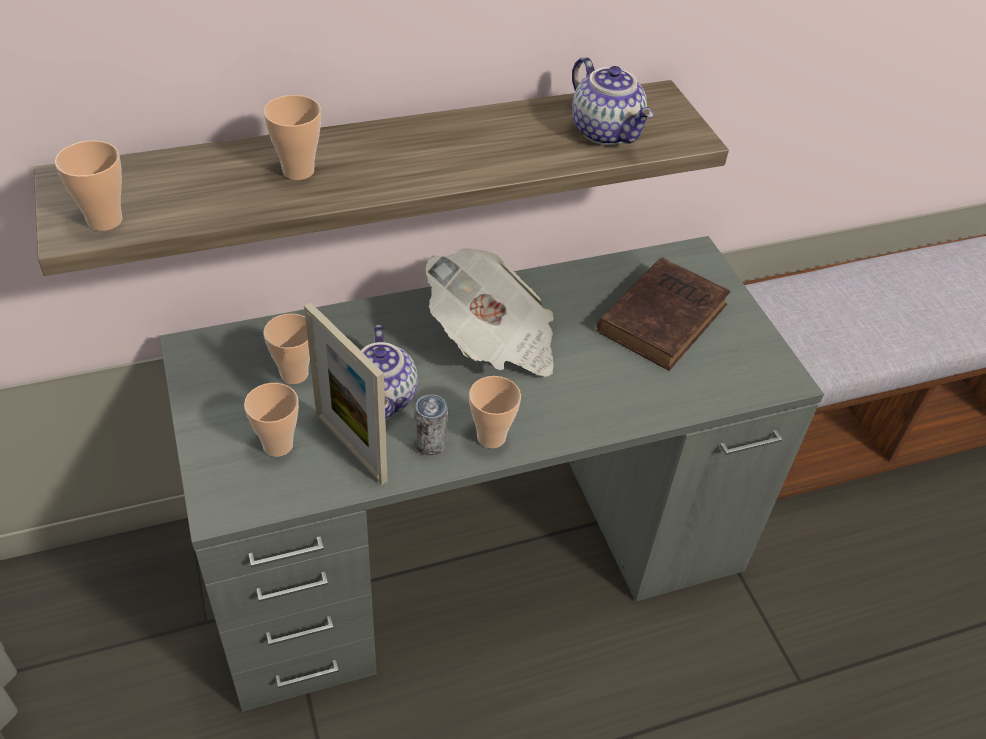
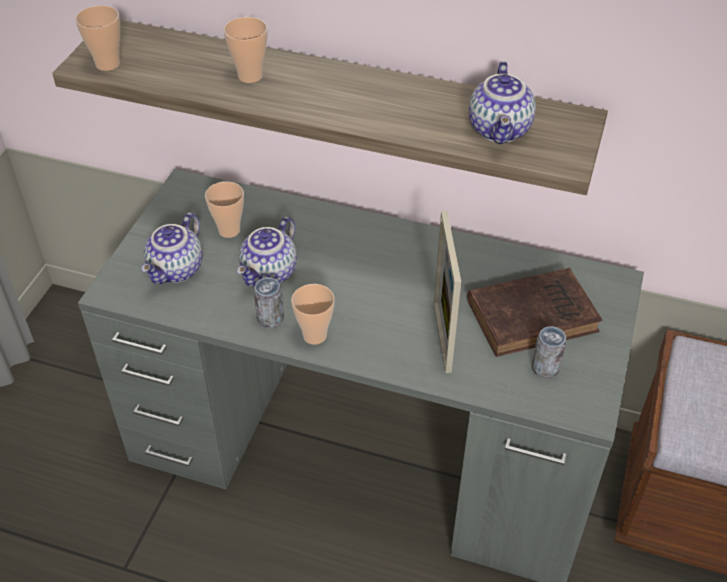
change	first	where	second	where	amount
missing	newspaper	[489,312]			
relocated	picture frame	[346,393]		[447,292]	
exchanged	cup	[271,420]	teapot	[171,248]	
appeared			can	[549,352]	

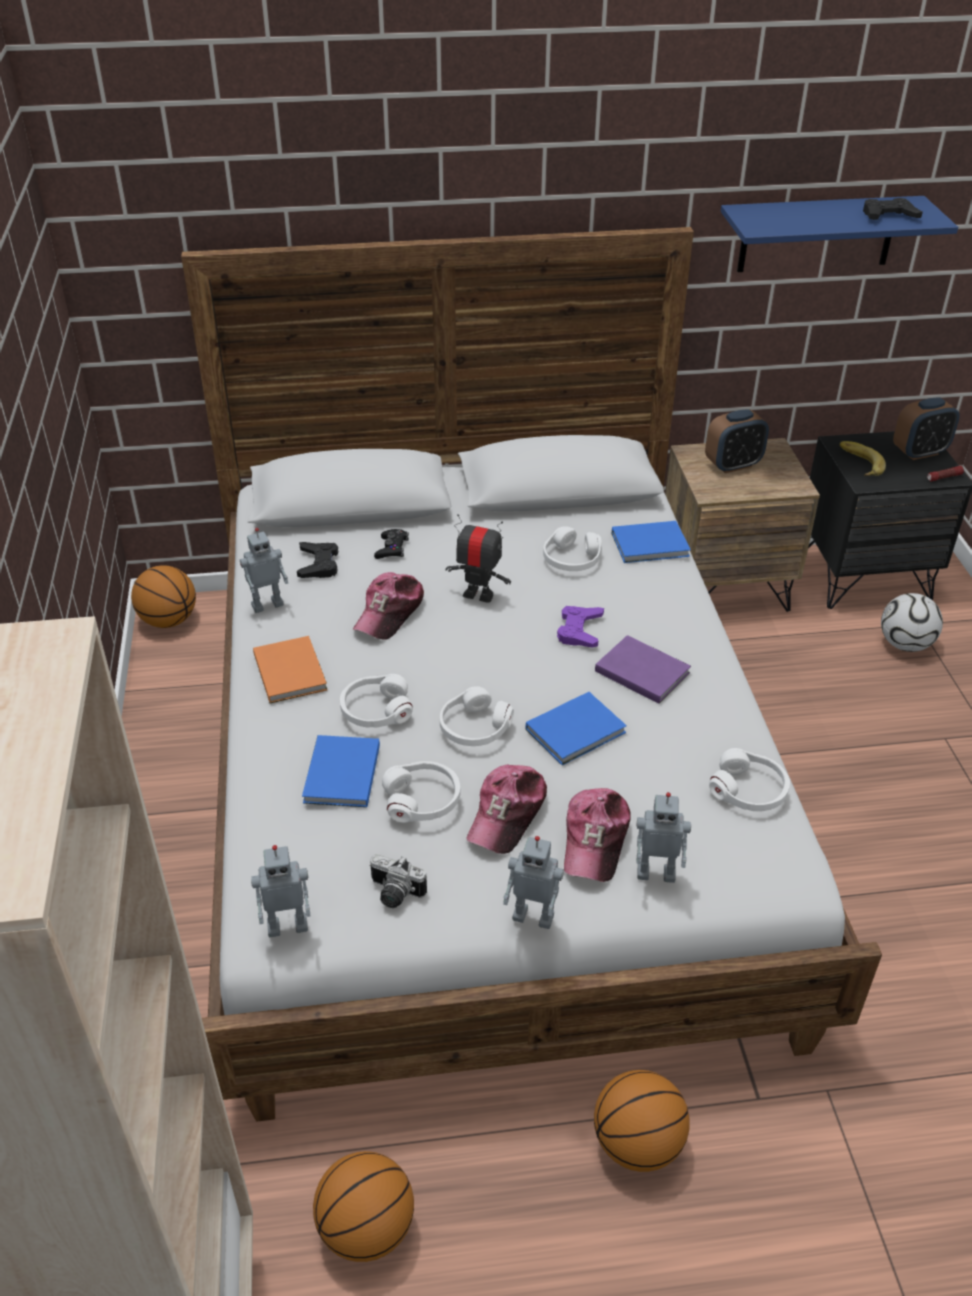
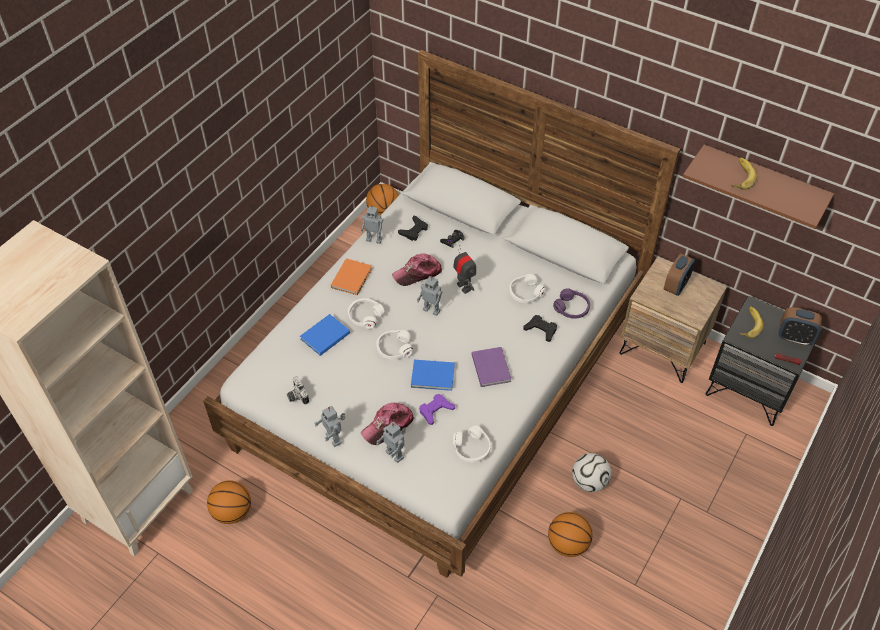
change	first	where	second	where	amount
colour	shelf (blue)	[839,234]	shelf (brown)	[758,187]	
relocated	game controller (black)	[893,209]		[540,328]	
spun	alarm clock	[737,441]		[679,274]	75 degrees counterclockwise
exchanged	book (blue)	[651,542]	headphones (purple)	[571,303]	
relocated	football	[912,622]		[591,472]	
relocated	game controller (purple)	[580,627]		[437,409]	
missing	headphones (white)	[421,792]			
missing	cap	[506,809]			
relocated	toy robot	[280,891]		[429,296]	
relocated	basketball	[642,1121]		[570,534]	
appeared			banana	[744,174]	

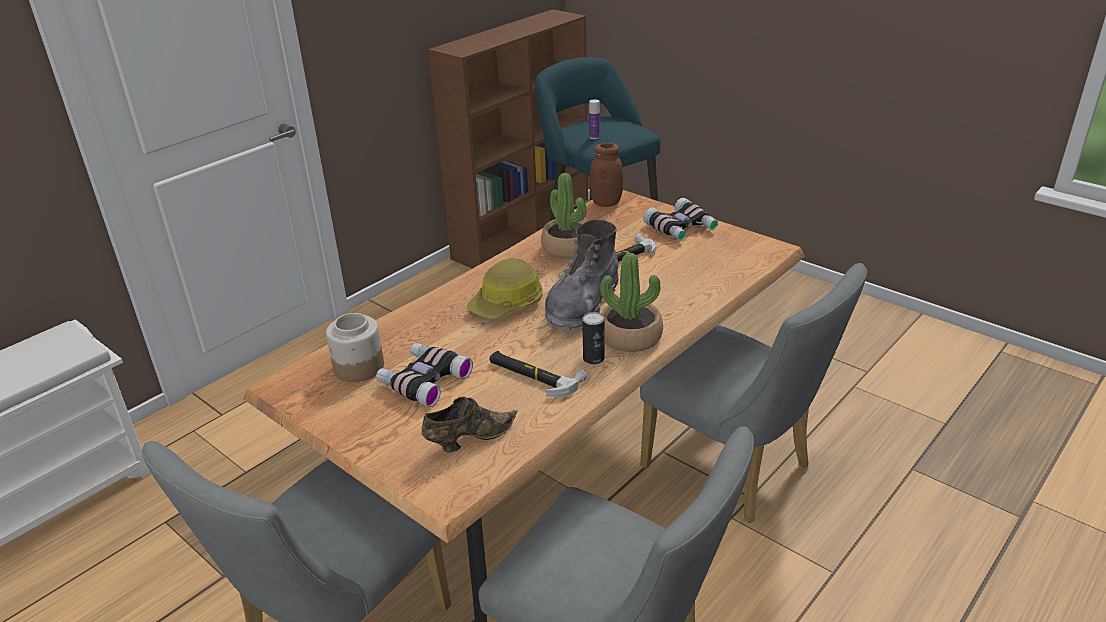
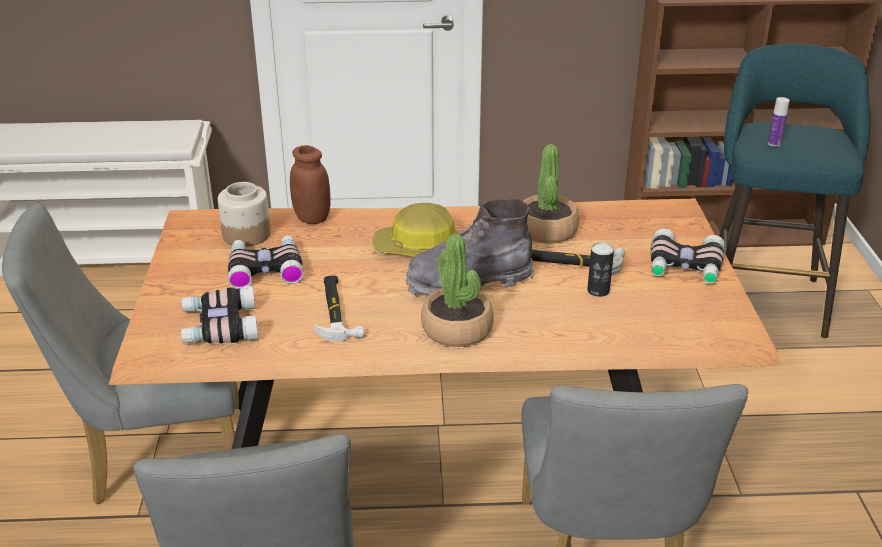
change	first	where	second	where	amount
relocated	jar (brown)	[606,175]		[310,184]	
relocated	can	[593,338]		[600,269]	
exchanged	shoe (brown)	[469,424]	binoculars	[219,314]	

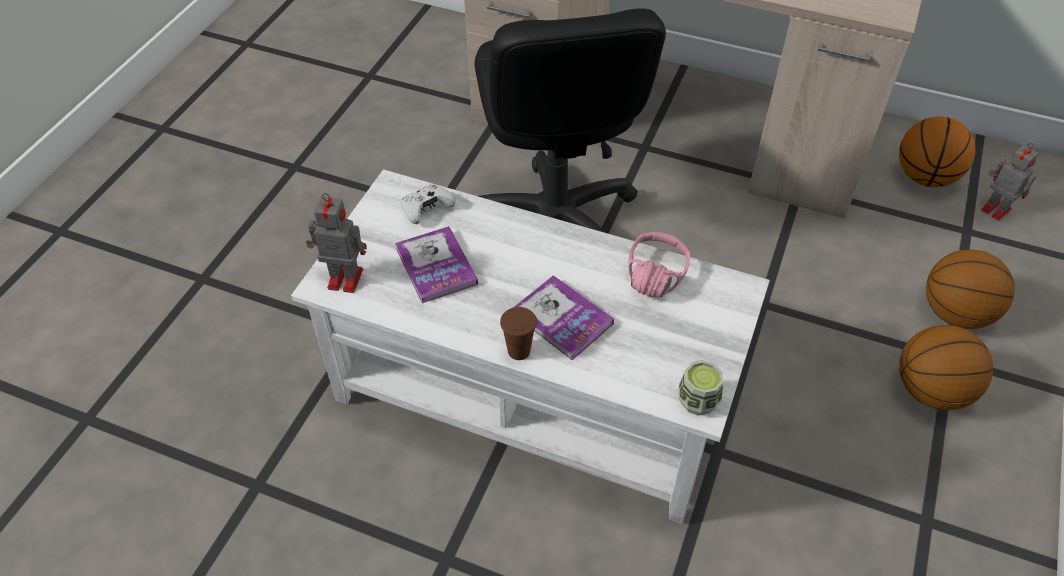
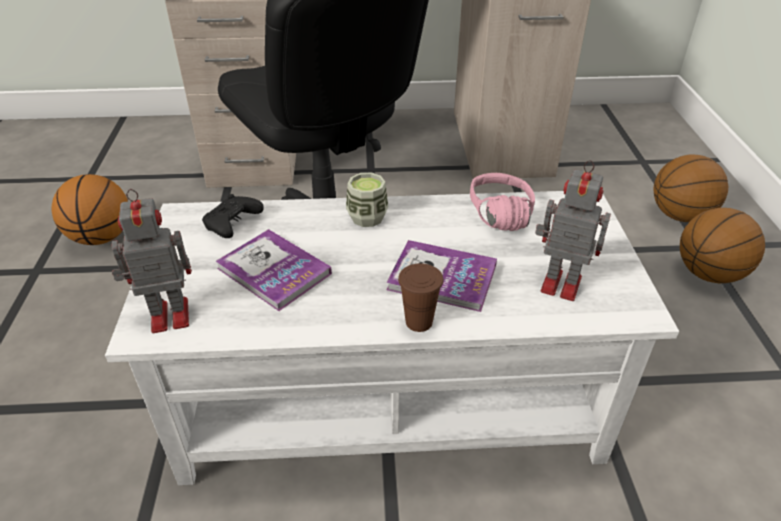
change	first	where	second	where	amount
relocated	basketball	[937,151]		[89,209]	
relocated	toy robot	[1009,182]		[573,230]	
colour	game controller (white)	[429,203]	game controller (black)	[233,216]	
relocated	cup	[700,387]		[367,199]	

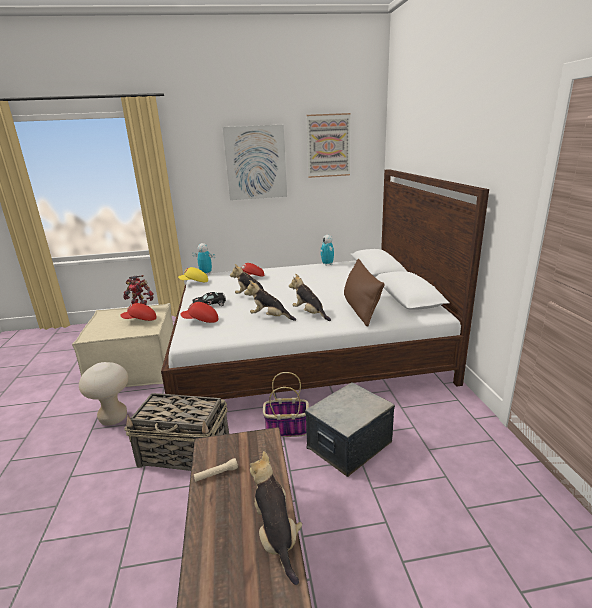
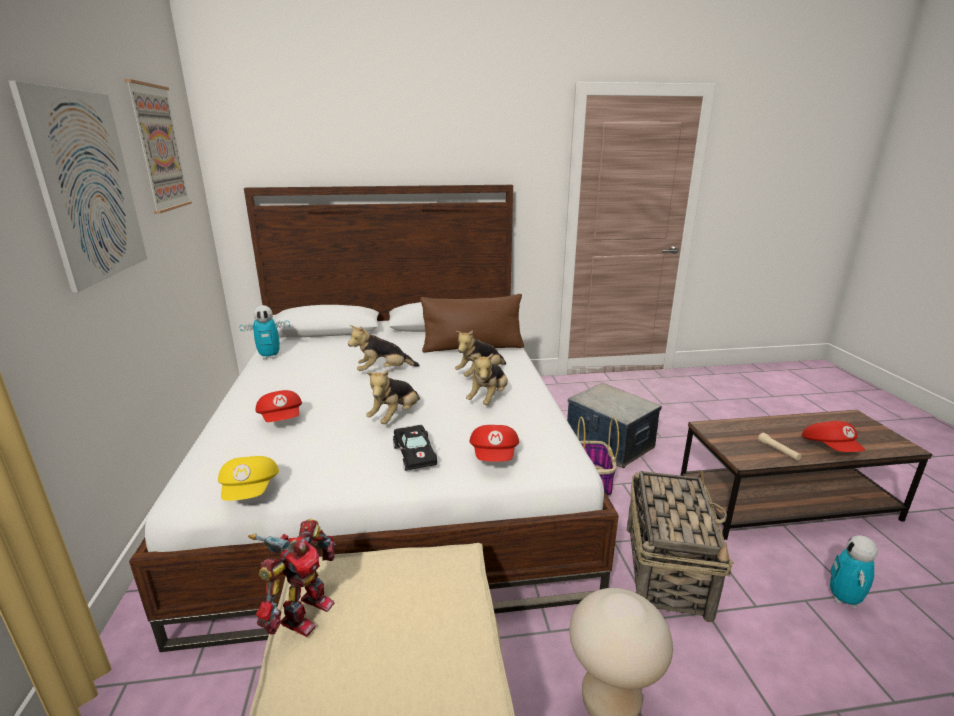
change	first	where	second	where	amount
relocated	toy robot	[203,259]		[854,571]	
relocated	cap (red)	[138,312]		[833,436]	
relocated	plush toy	[276,518]		[384,348]	

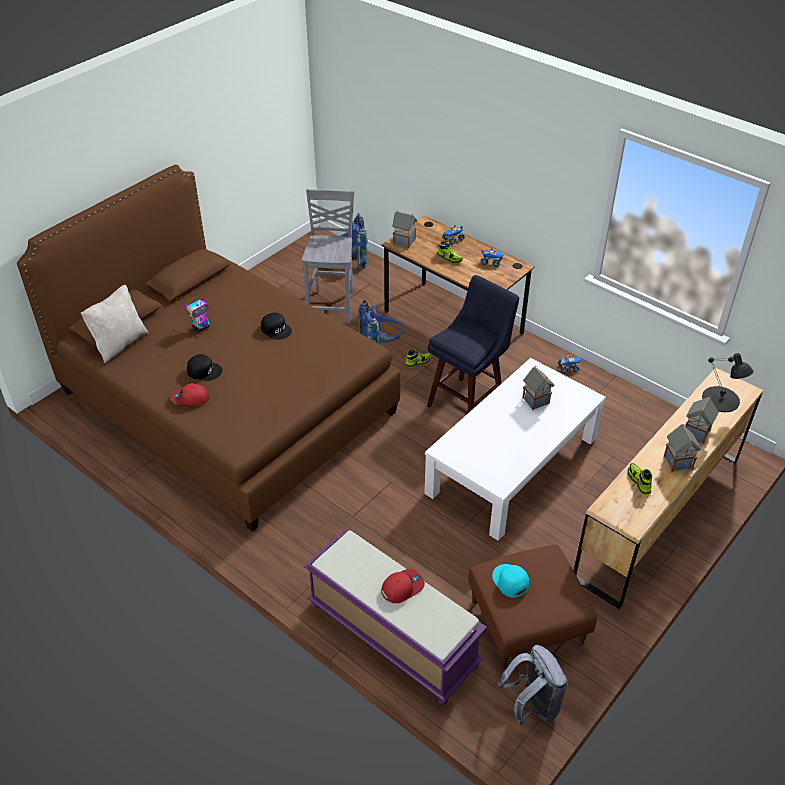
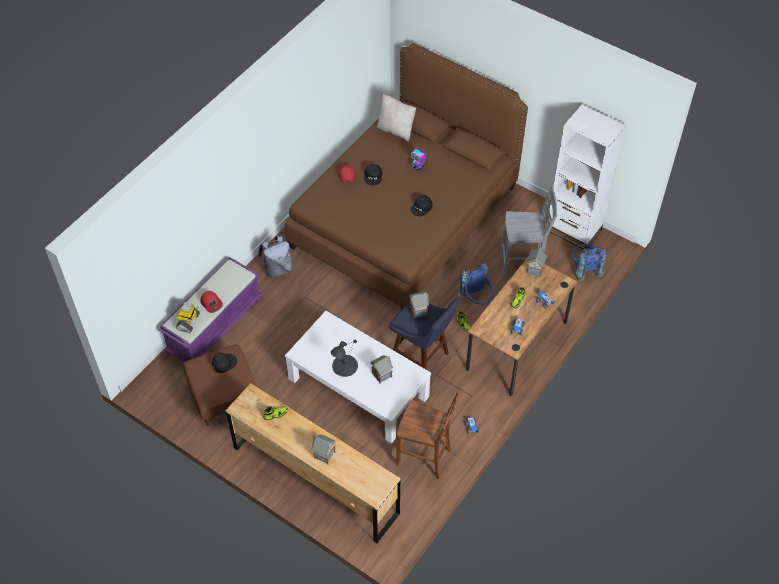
change	first	where	second	where	amount
relocated	table lamp (black)	[728,382]		[344,358]	
relocated	toy house	[682,448]		[419,304]	
colour	cap (turquoise)	[510,581]	cap (black)	[224,363]	
relocated	backpack (grey)	[533,685]		[275,257]	
appeared			bookcase (white)	[588,177]	
appeared			toy robot	[188,317]	
appeared			chair (brown)	[428,435]	

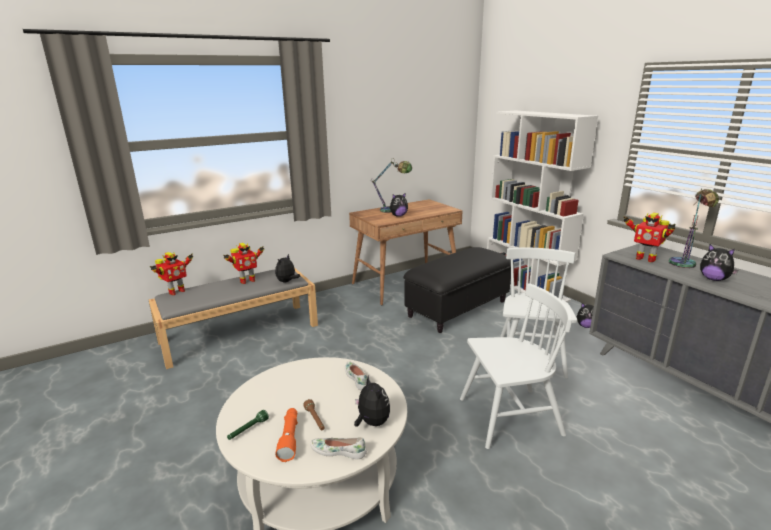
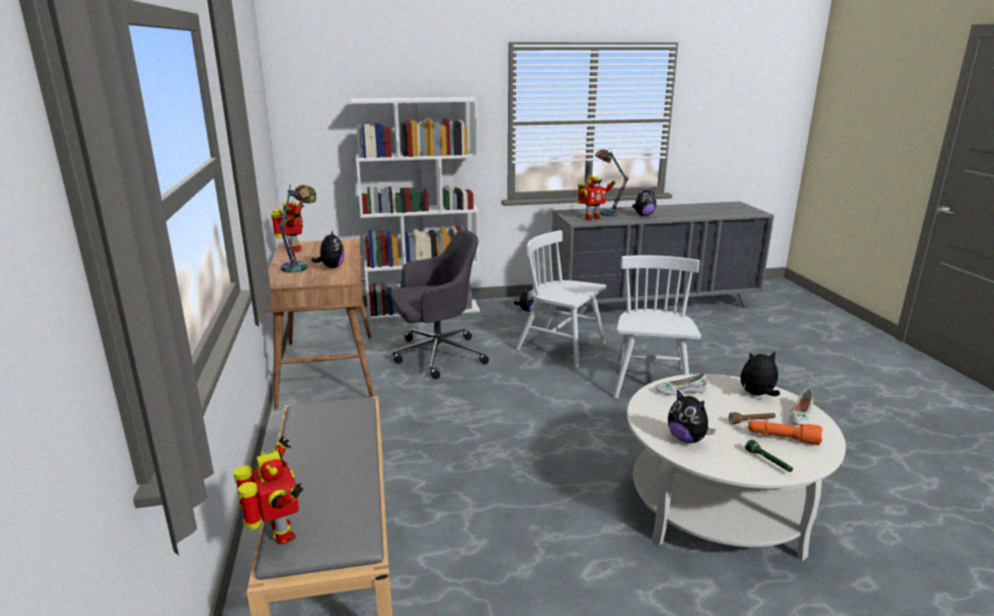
change	first	where	second	where	amount
relocated	toy robot	[243,263]		[288,226]	
exchanged	ottoman (black)	[458,290]	office chair (grey)	[440,304]	
relocated	plush toy	[287,268]		[692,416]	

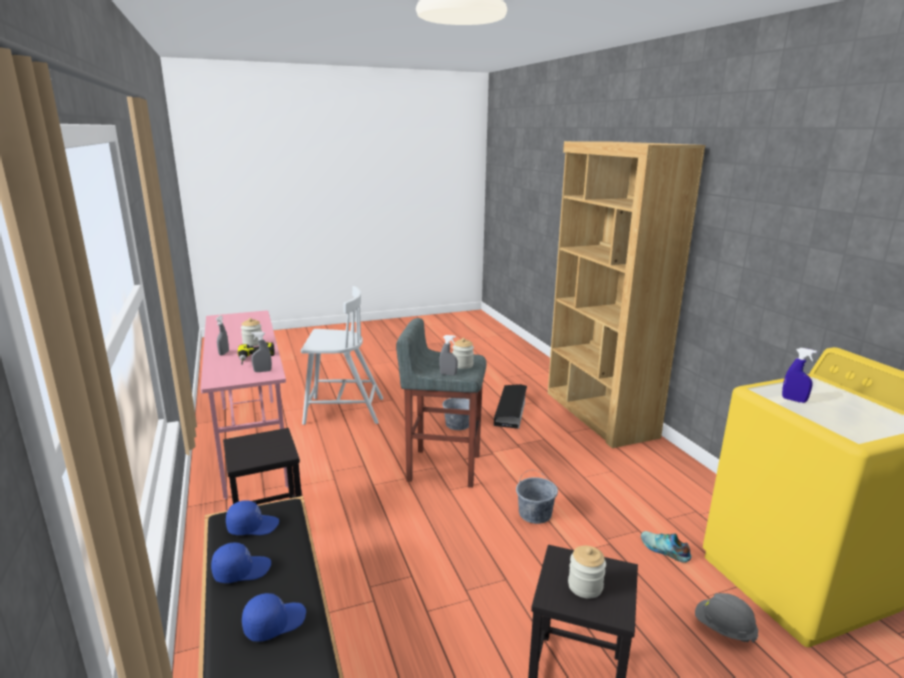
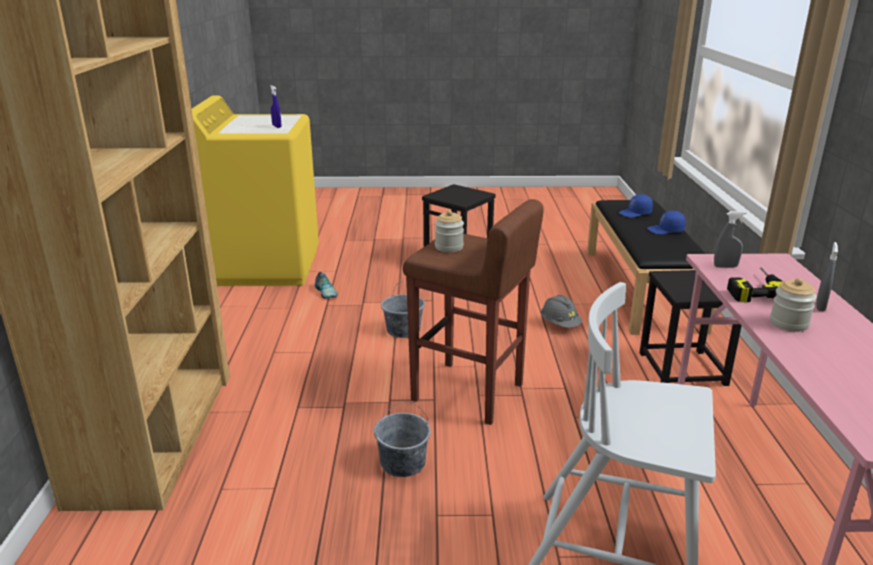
change	first	where	second	where	amount
colour	stool (grey)	[441,403]	stool (brown)	[473,312]	
missing	spray bottle (grey)	[448,355]			
missing	storage box (black)	[510,406]			
missing	cap (blue)	[252,517]			
missing	jar	[587,572]			
relocated	hard hat (grey)	[726,618]		[561,311]	

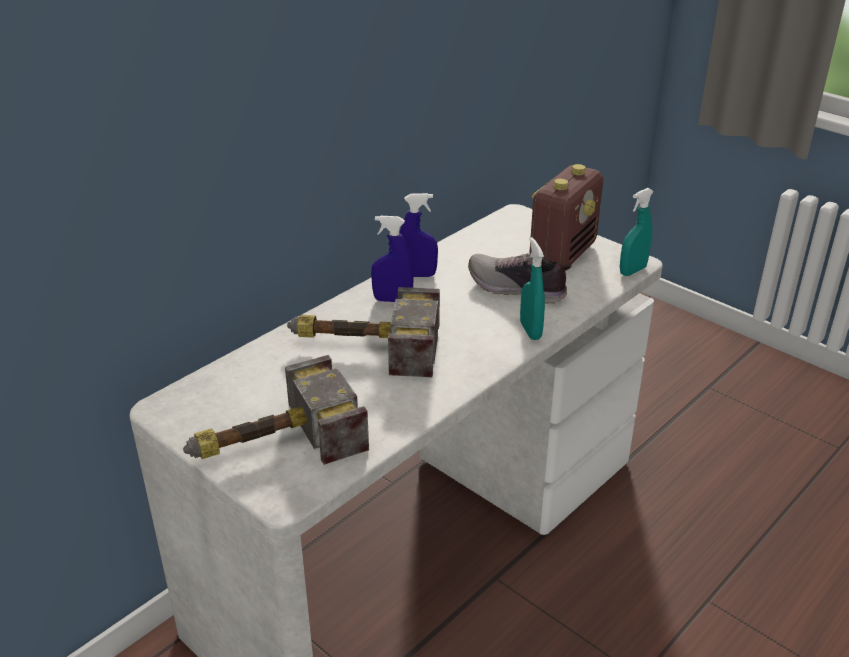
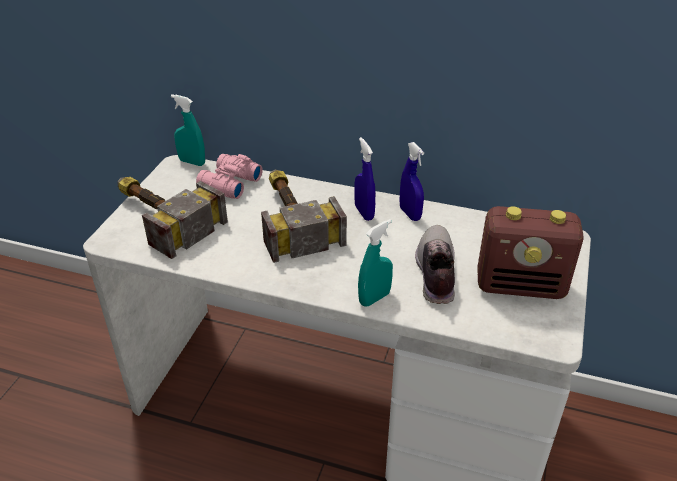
change	first	where	second	where	amount
relocated	spray bottle (turquoise)	[637,232]		[188,130]	
appeared			binoculars (pink)	[229,176]	

